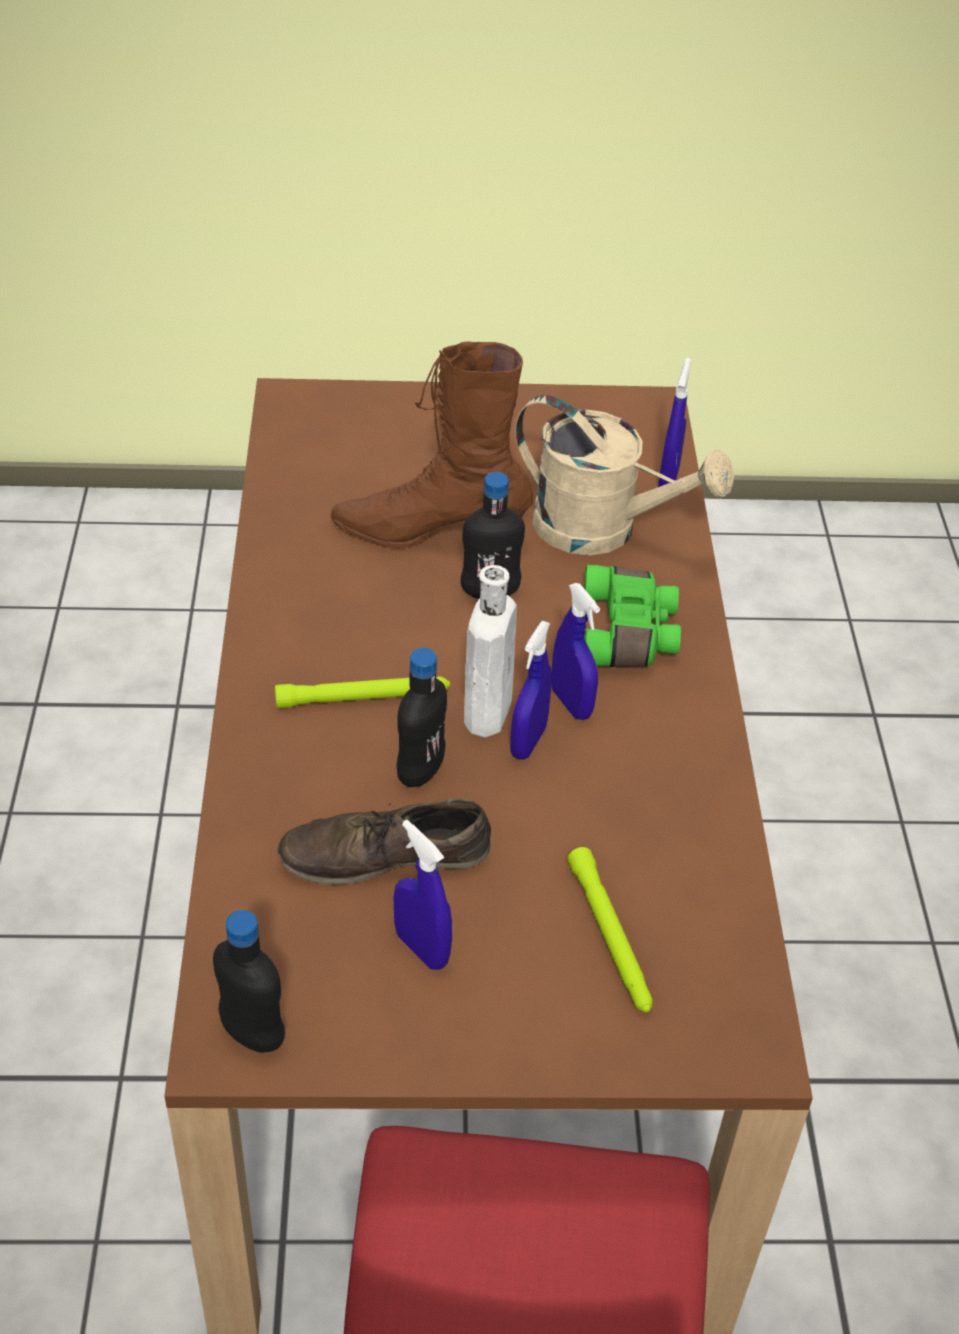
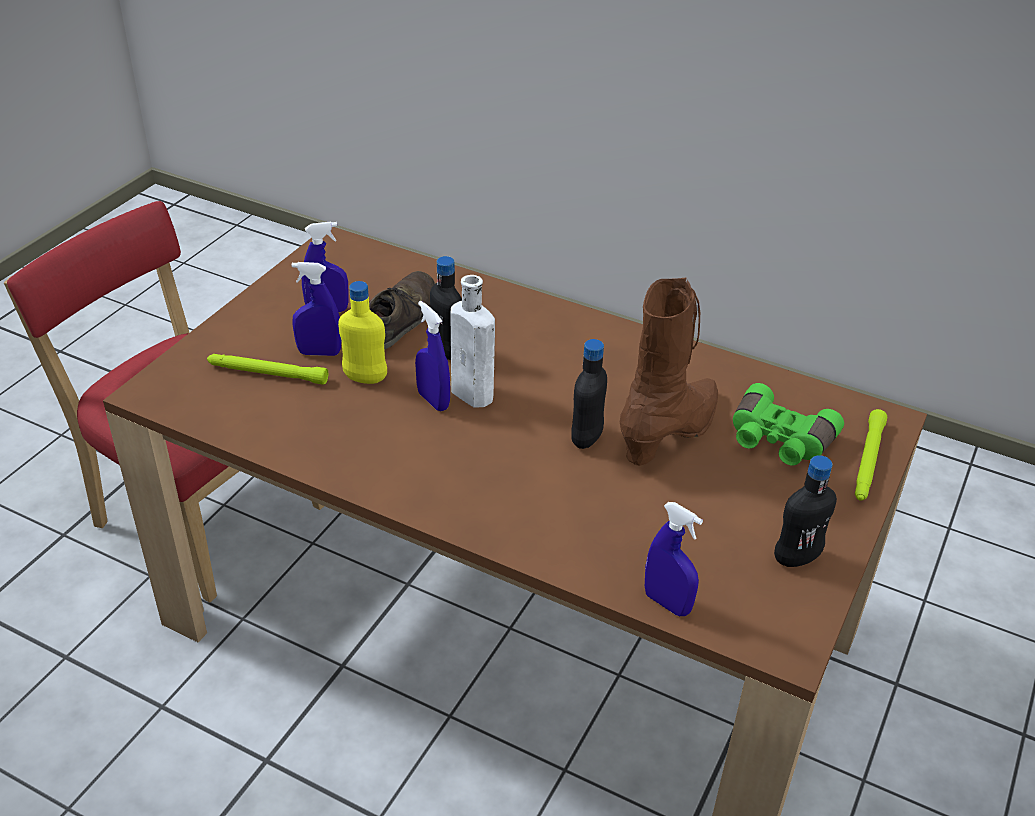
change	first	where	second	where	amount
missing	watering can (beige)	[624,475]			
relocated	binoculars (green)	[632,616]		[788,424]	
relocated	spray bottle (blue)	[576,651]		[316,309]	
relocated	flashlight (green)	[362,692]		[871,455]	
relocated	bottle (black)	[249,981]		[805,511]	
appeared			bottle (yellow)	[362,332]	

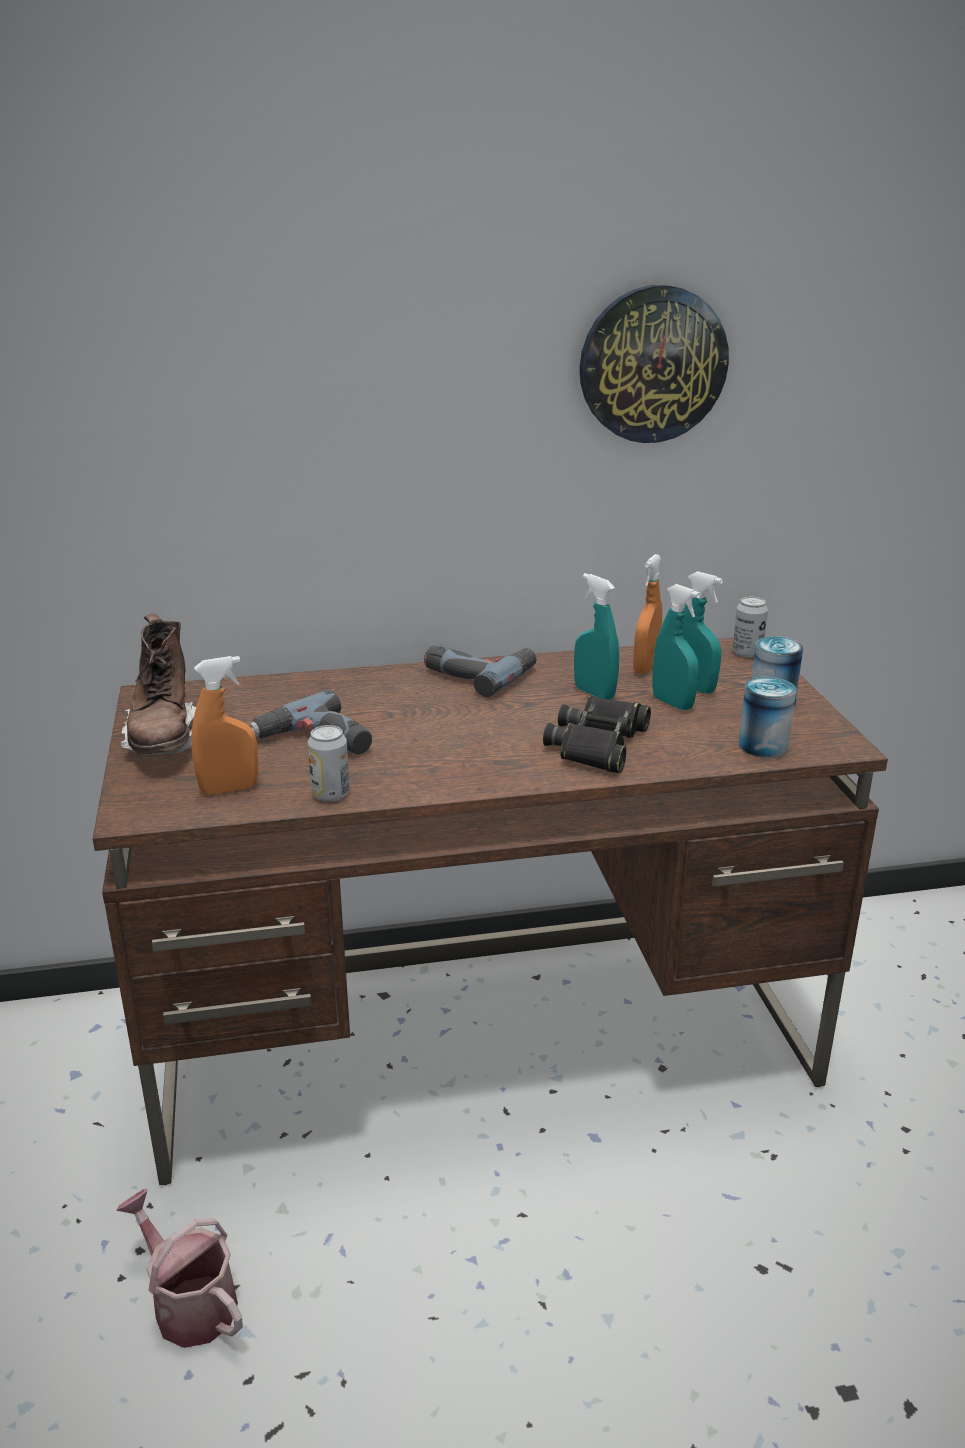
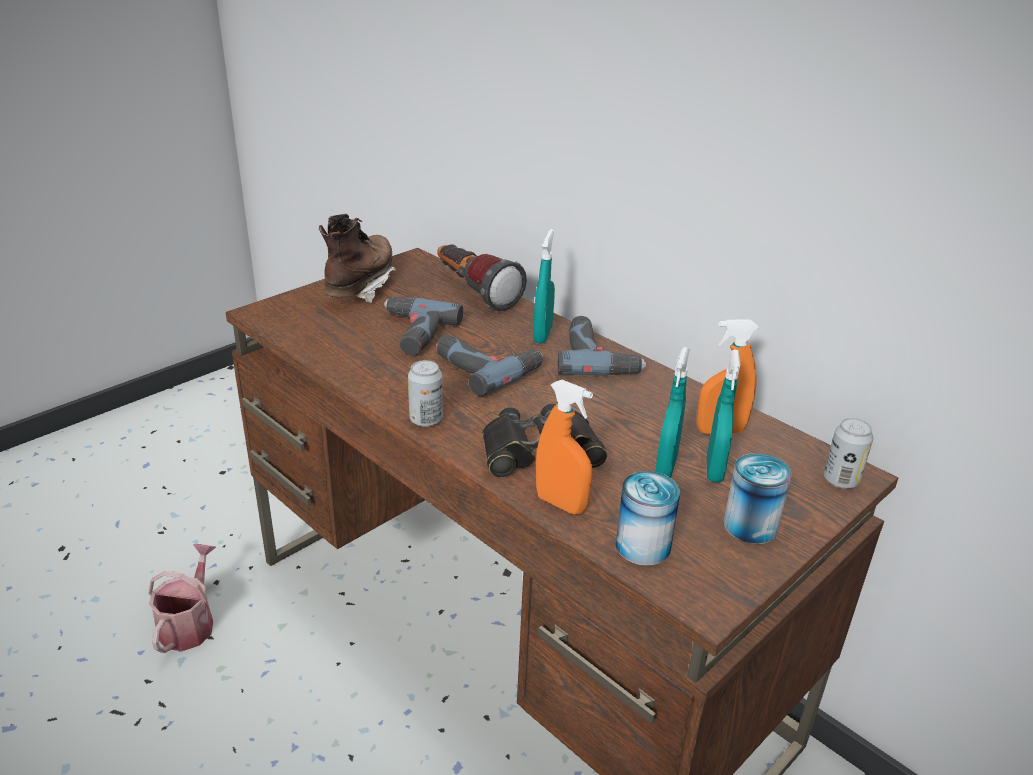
change	first	where	second	where	amount
missing	wall clock	[654,364]			
relocated	spray bottle (turquoise)	[596,636]		[544,286]	
spun	boot (brown)	[158,684]		[357,258]	150 degrees clockwise
relocated	spray bottle (orange)	[224,725]		[564,447]	
relocated	can	[329,763]		[425,393]	
appeared			flashlight	[482,277]	
appeared			power drill	[489,366]	

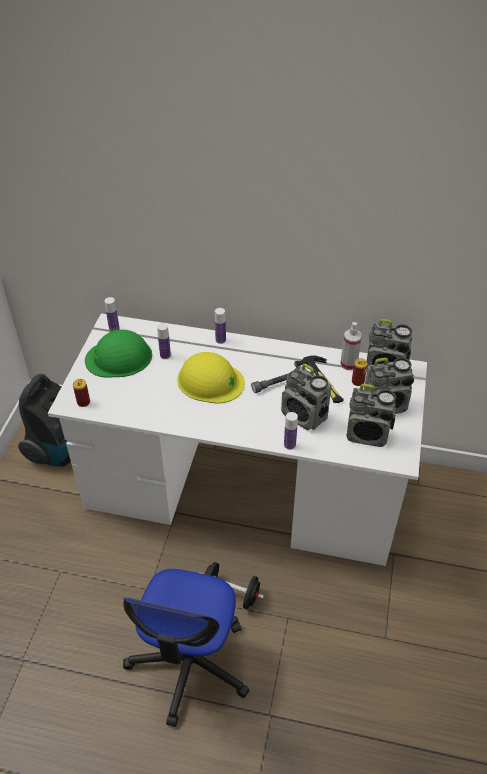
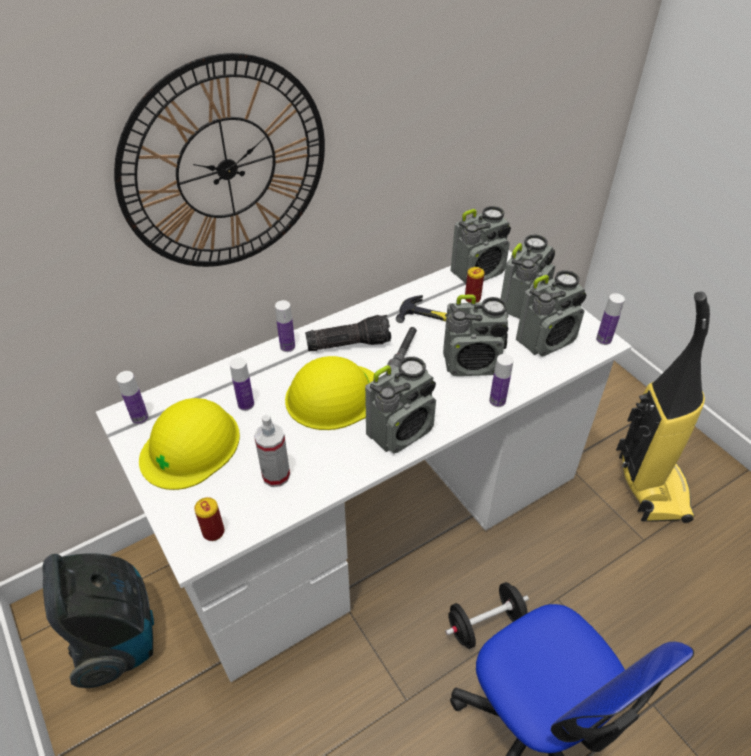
change	first	where	second	where	amount
relocated	spray bottle	[351,346]		[272,451]	
colour	hard hat (green)	[118,354]	hard hat (yellow)	[189,444]	
appeared			wall clock	[219,160]	
appeared			vacuum cleaner	[663,407]	
appeared			bottle	[610,319]	
appeared			flashlight	[348,333]	
appeared			radio	[400,405]	

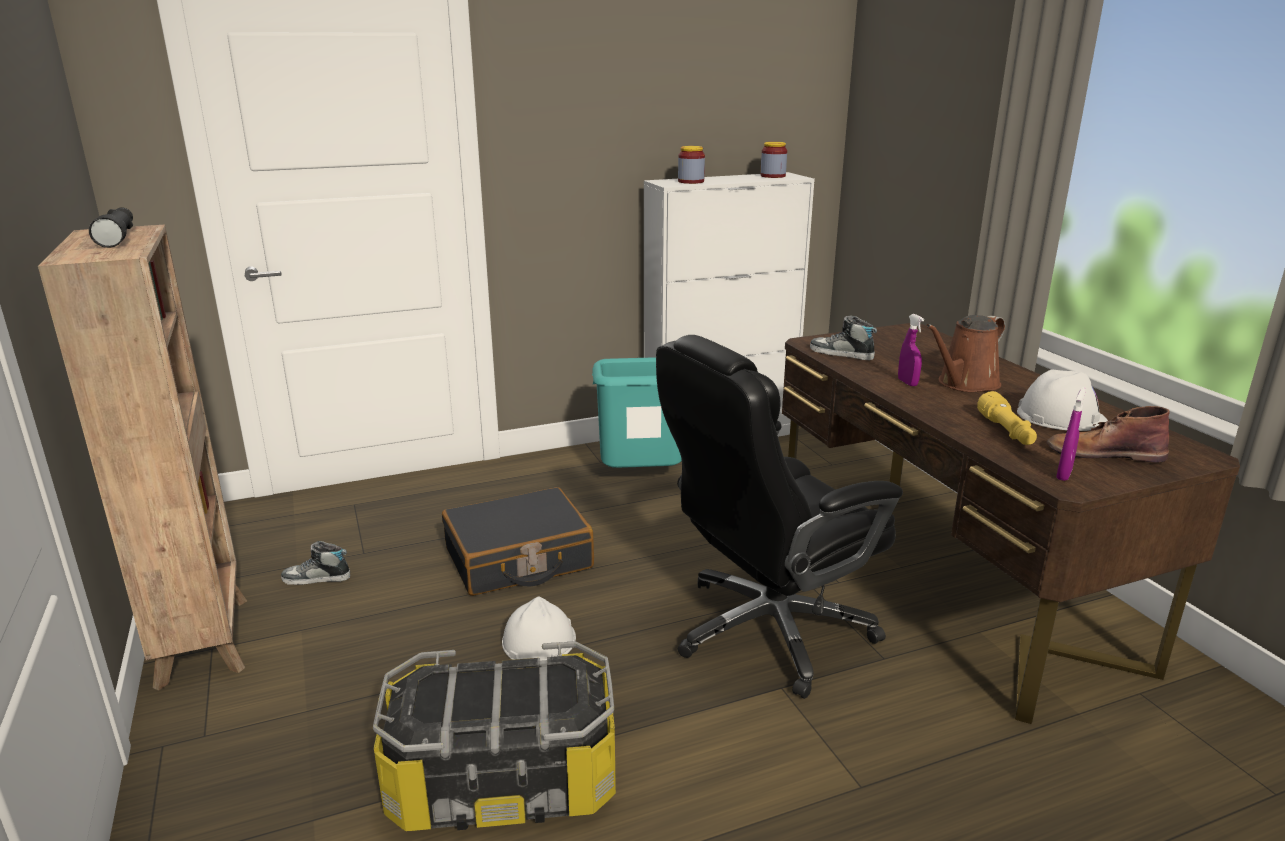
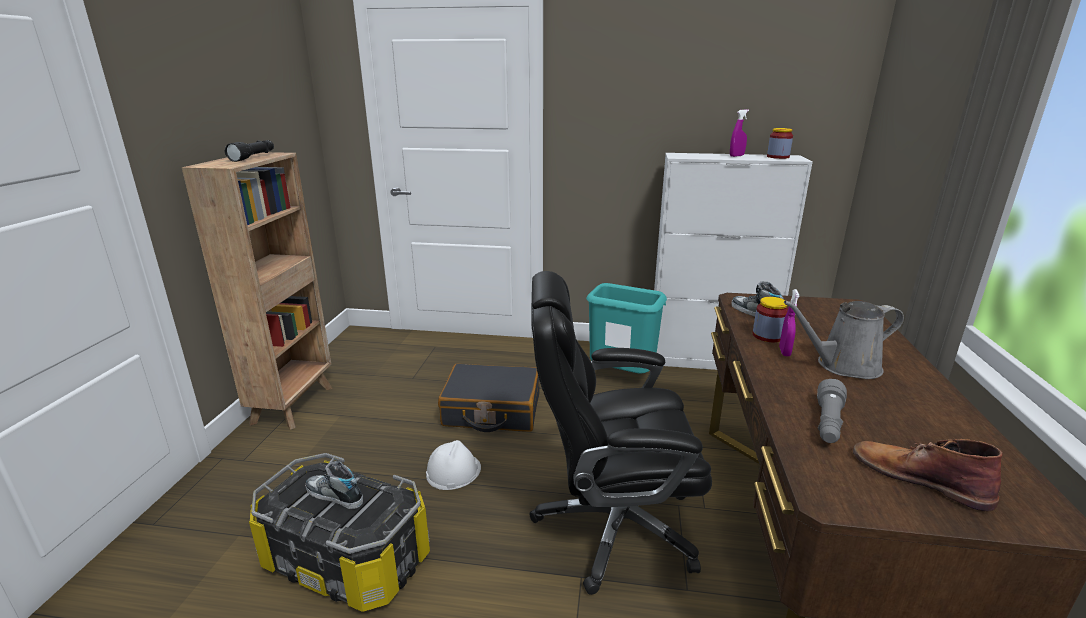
change	first	where	second	where	amount
relocated	jar	[691,165]		[770,319]	
colour	watering can (brown)	[965,353]	watering can (grey)	[844,340]	
missing	hard hat (white)	[1062,400]			
relocated	spray bottle (purple)	[1070,434]		[739,133]	
colour	flashlight (yellow)	[1007,418]	flashlight (grey)	[832,411]	
relocated	shoe	[315,563]		[334,485]	

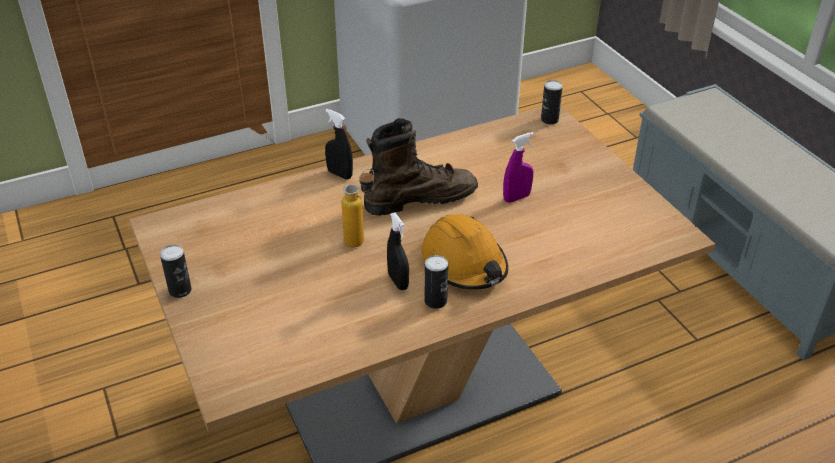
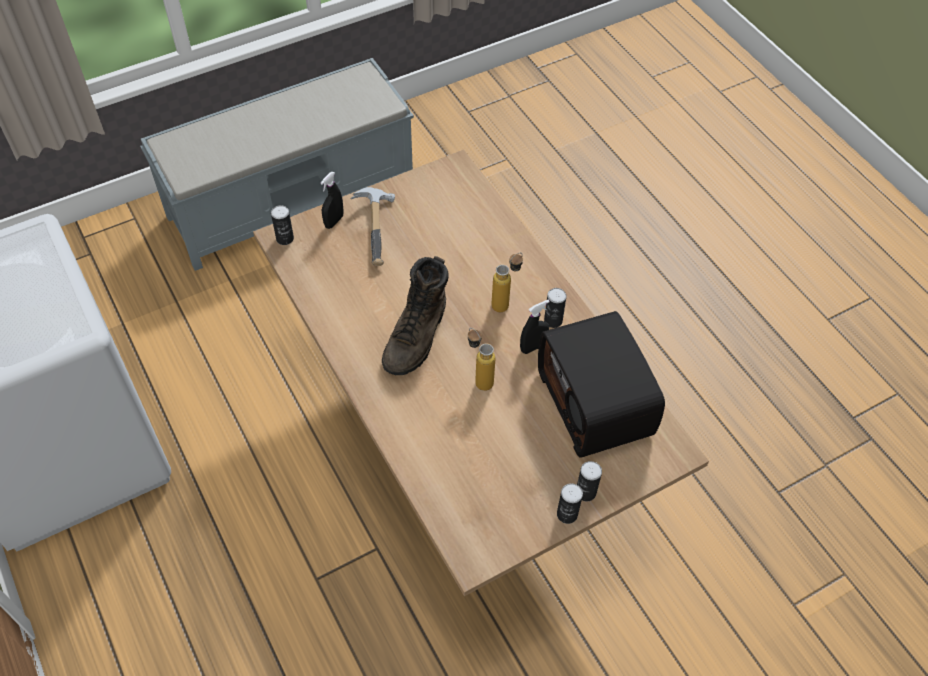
change	first	where	second	where	amount
relocated	spray bottle (black)	[339,144]		[332,200]	
spun	boot (brown)	[421,167]		[415,315]	135 degrees counterclockwise
missing	spray bottle (purple)	[518,167]			
exchanged	hard hat (orange)	[464,252]	bottle	[507,282]	
appeared			hammer	[373,226]	
appeared			radio	[601,384]	
appeared			can	[589,481]	

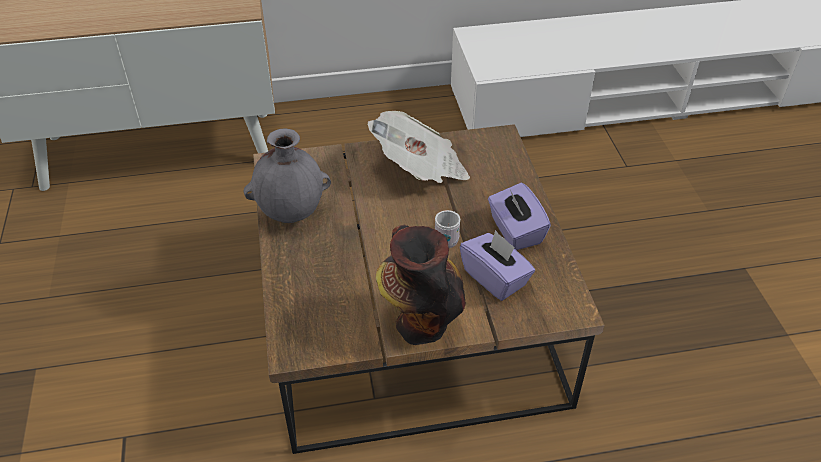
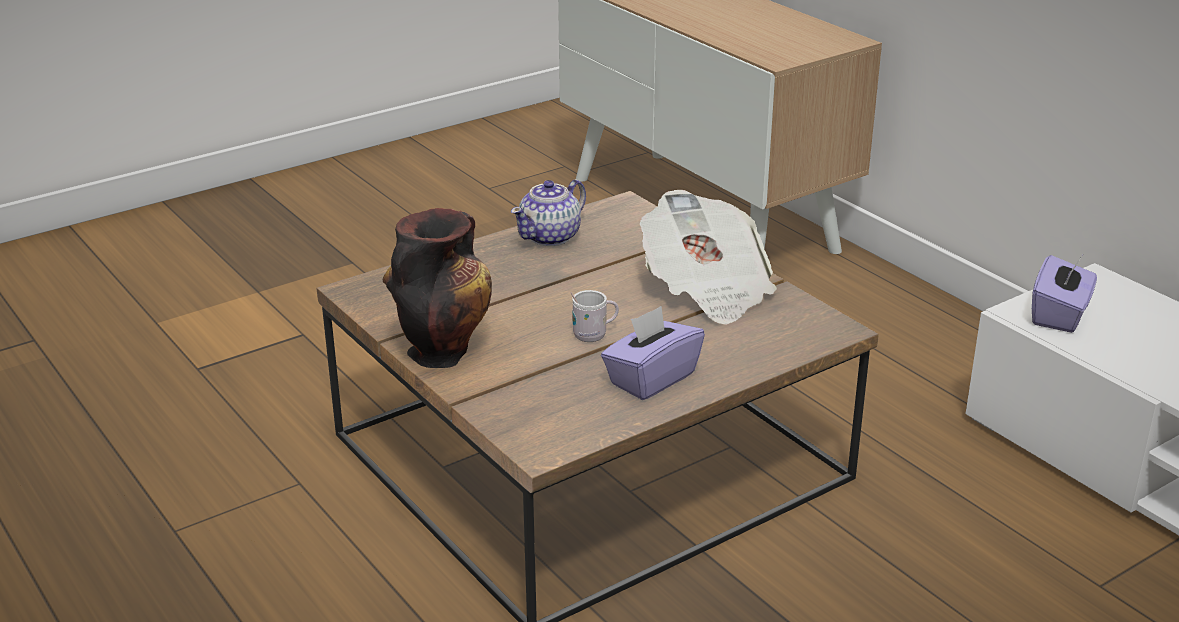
change	first	where	second	where	amount
exchanged	vase (grey)	[287,175]	teapot	[548,212]	
relocated	tissue box (purple)	[497,265]		[1064,294]	

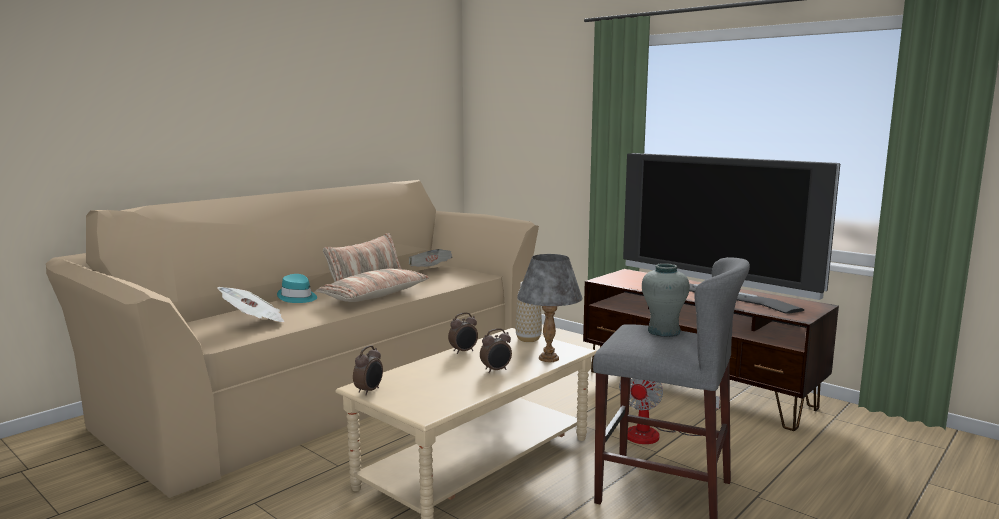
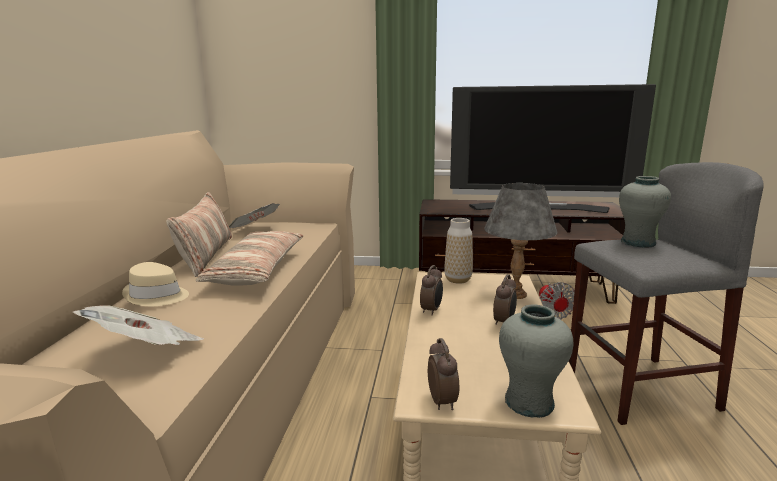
change	first	where	second	where	amount
colour	hat (turquoise)	[297,288]	hat (beige)	[155,284]	
appeared			vase (grey)	[536,361]	

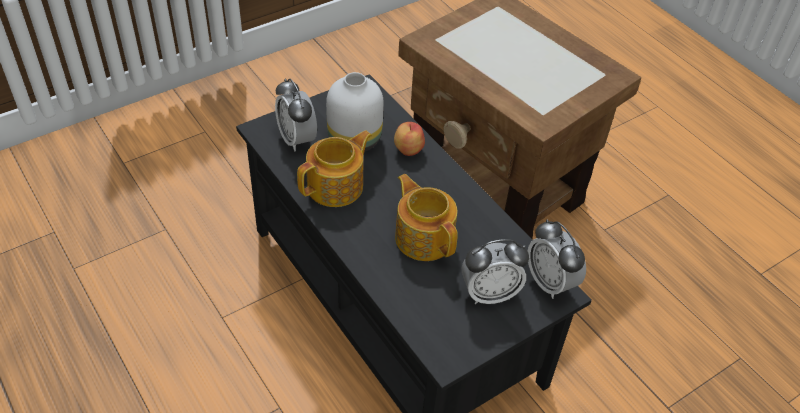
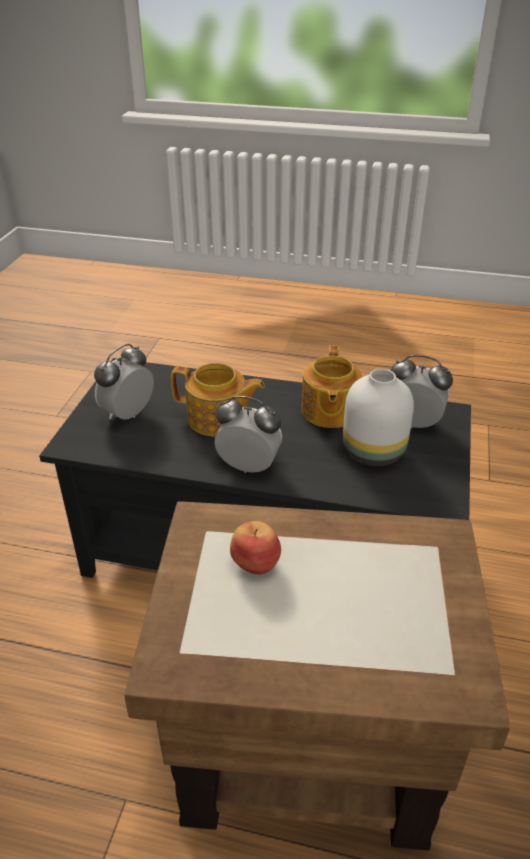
change	first	where	second	where	amount
relocated	apple	[409,139]		[255,548]	
relocated	alarm clock	[557,259]		[248,434]	

